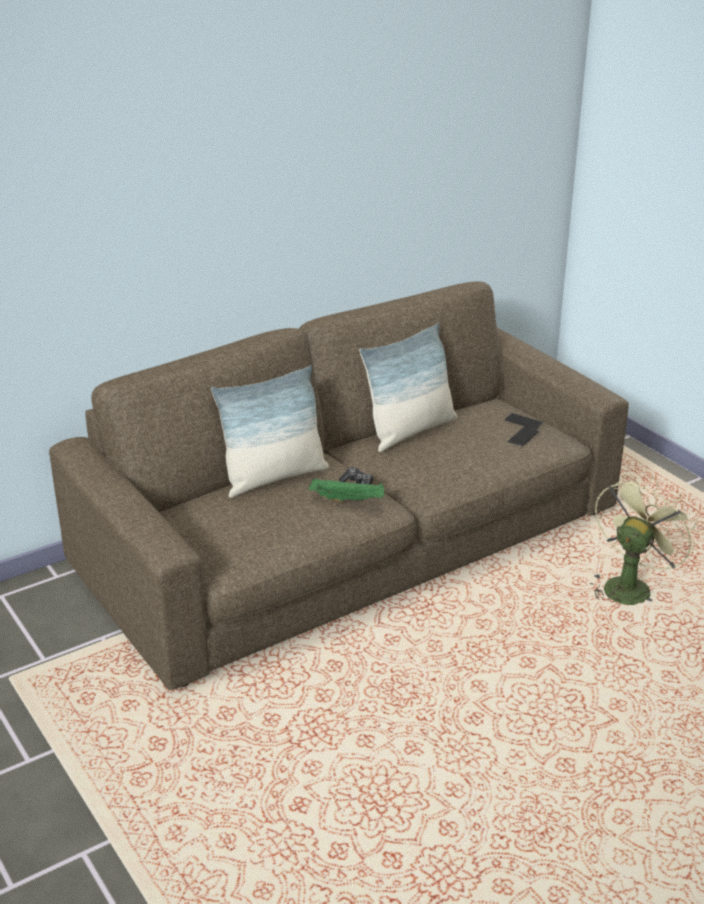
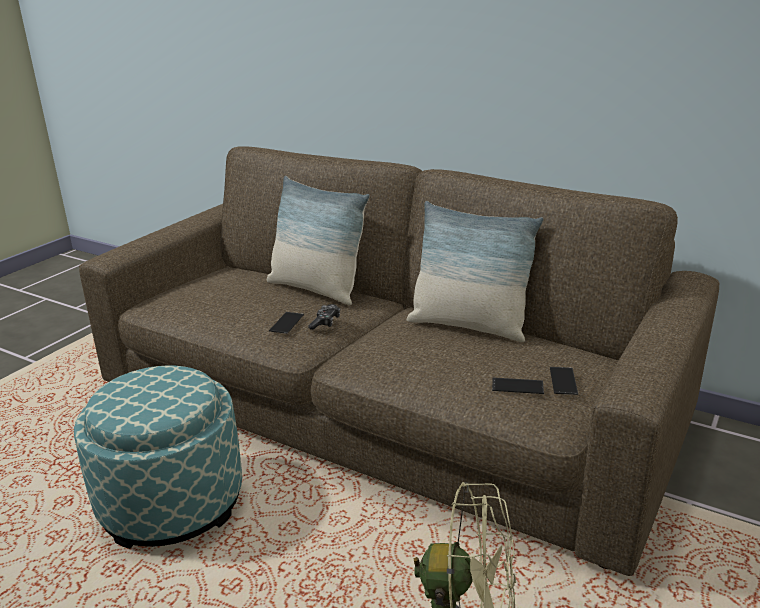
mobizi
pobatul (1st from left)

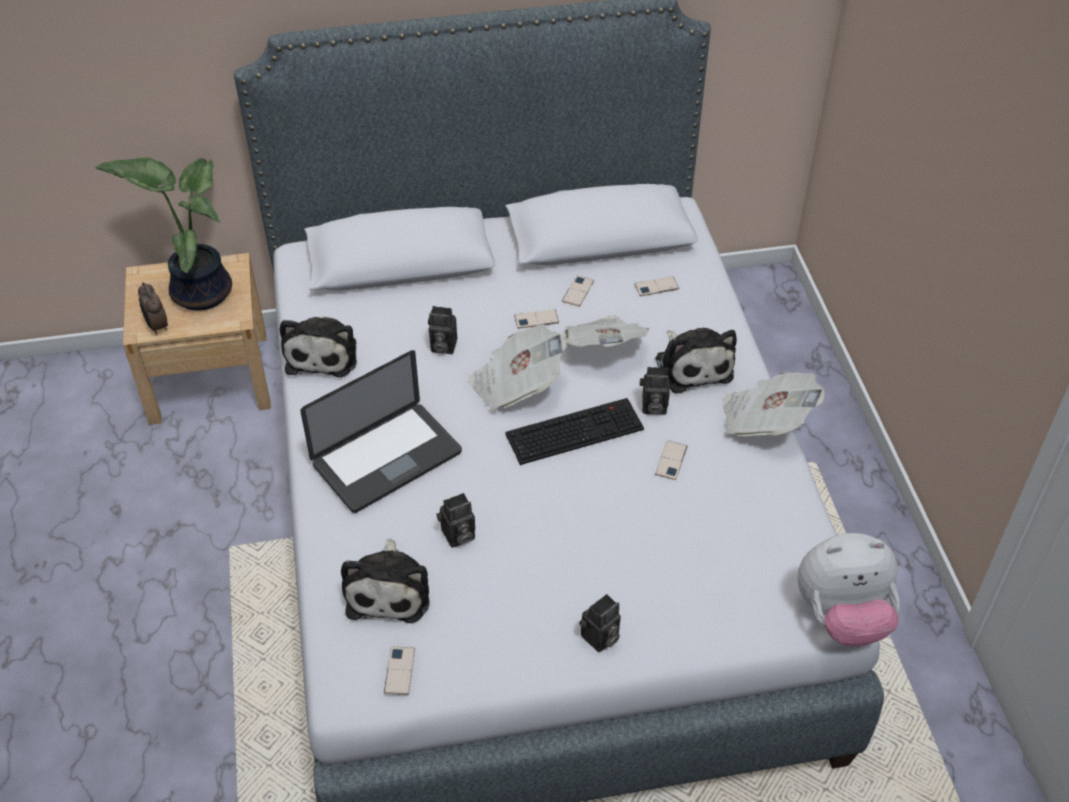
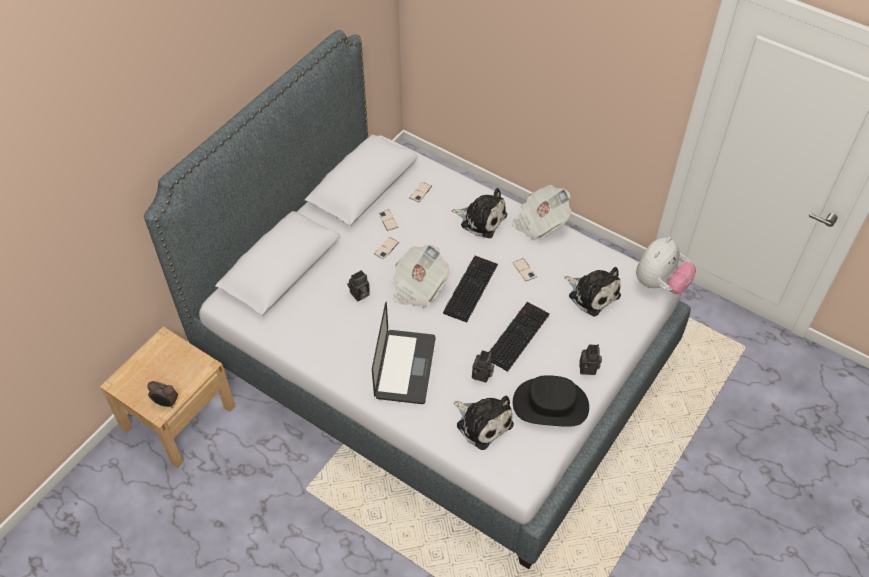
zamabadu
pobatul (1st from left in the first image)
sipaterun (2nd from left in the first image)
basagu (4th from left in the first image)
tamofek (2nd from left)
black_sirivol
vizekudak (3rd from left)

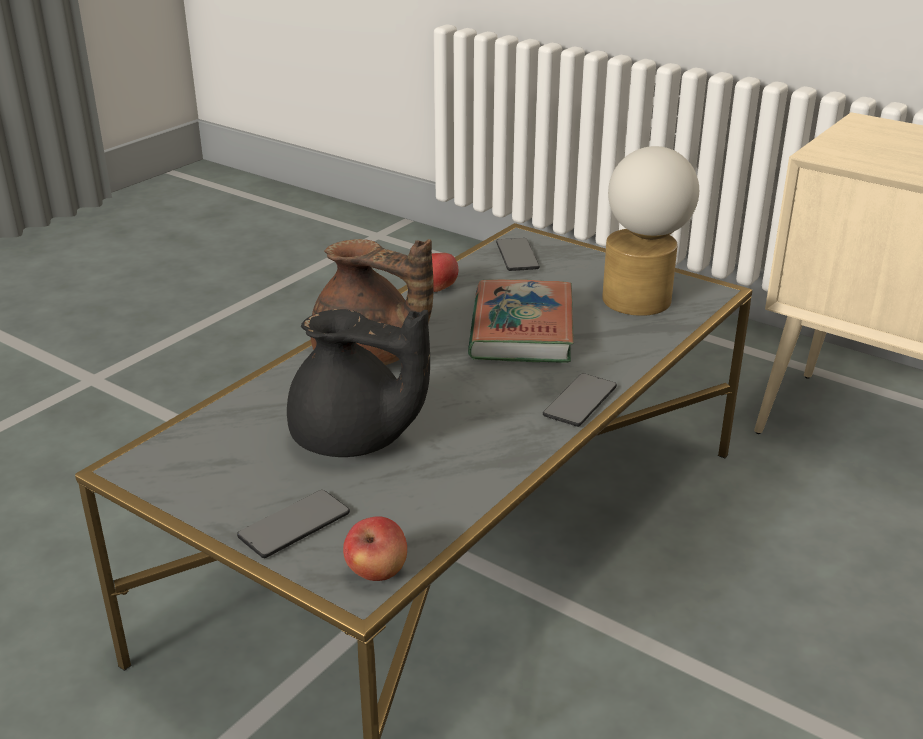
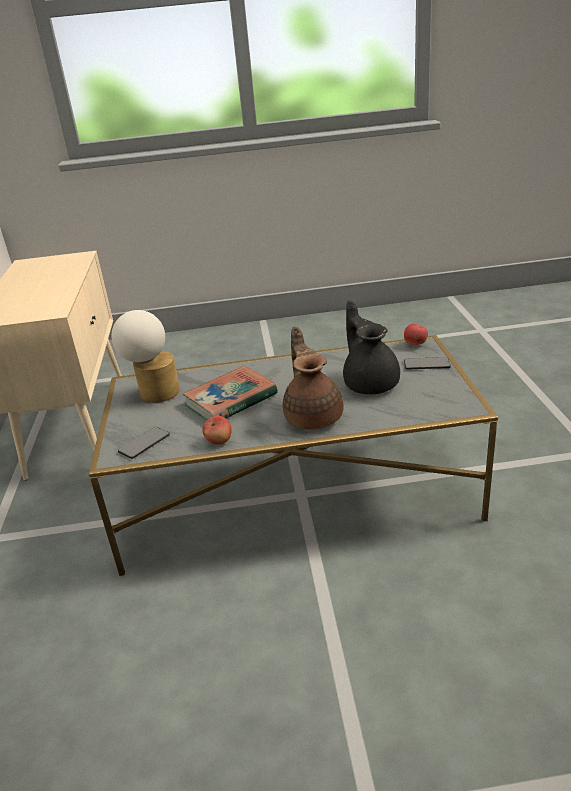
pobatul (3rd from left in the first image)

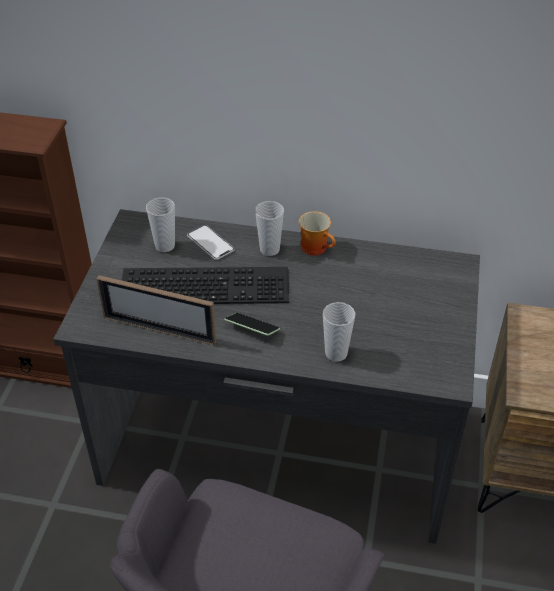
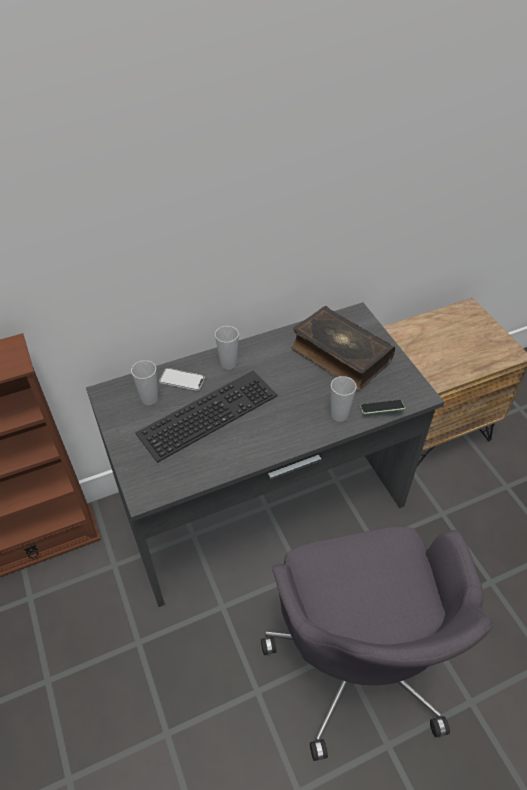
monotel
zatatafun
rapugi
pobatul (2nd from left)

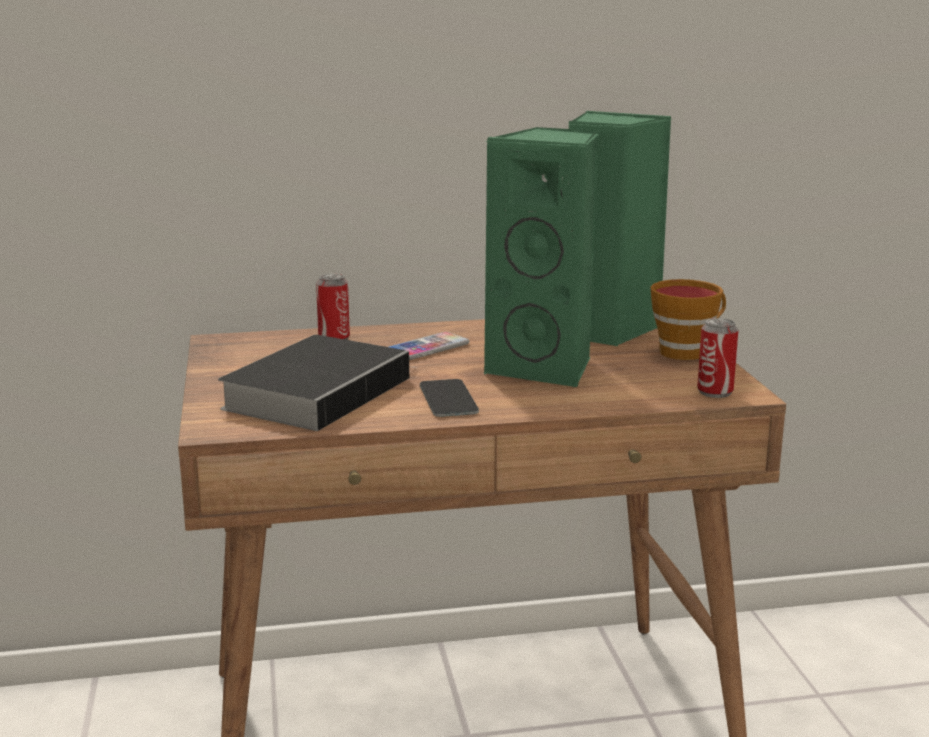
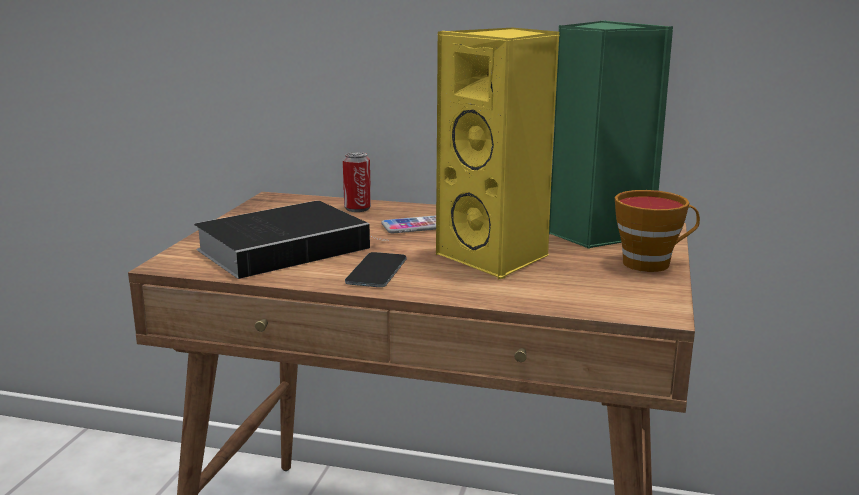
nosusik (2nd from left in the first image)
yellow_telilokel

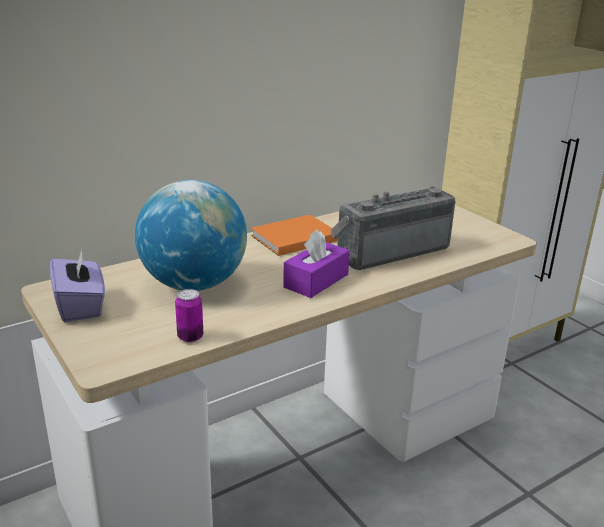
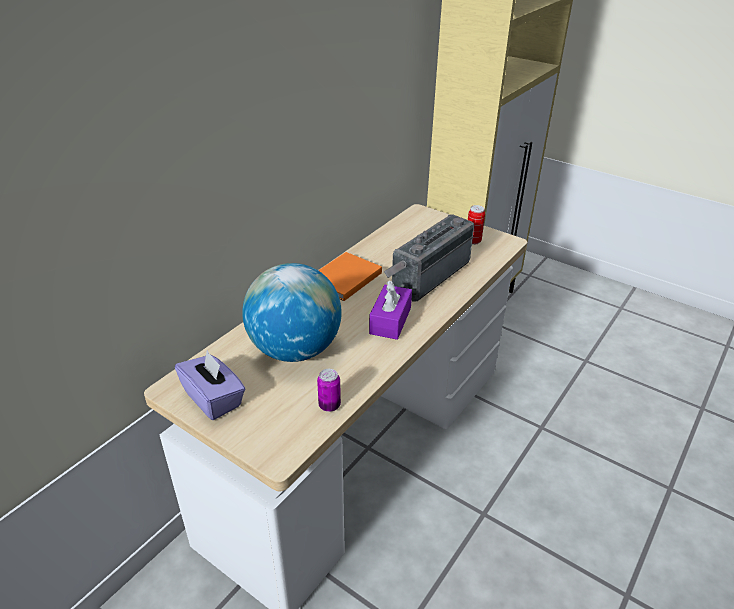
nosusik (2nd from left)

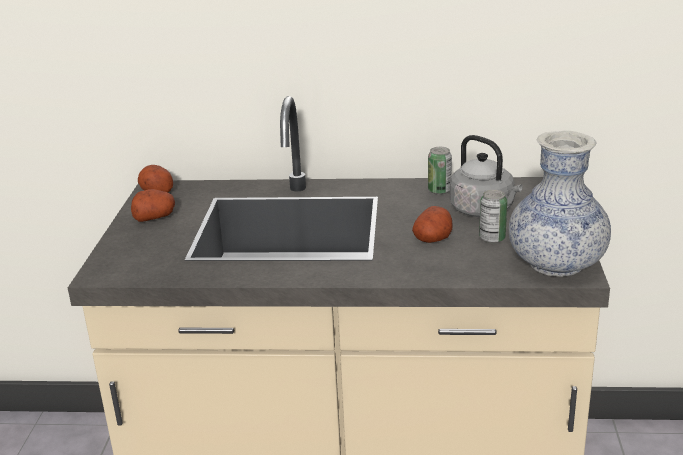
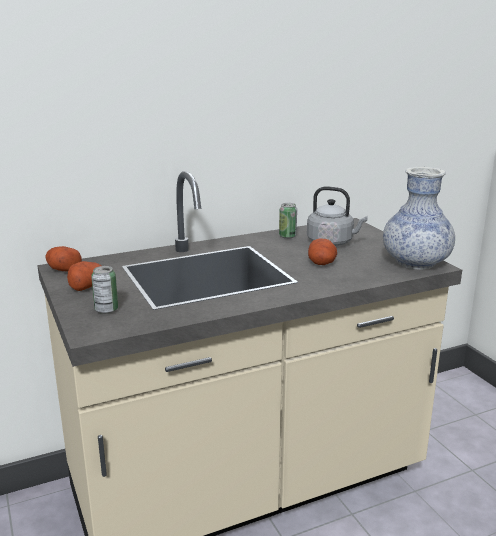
nosusik (1st from left)

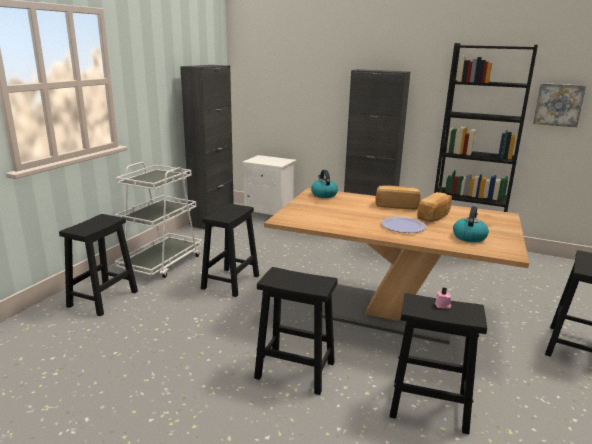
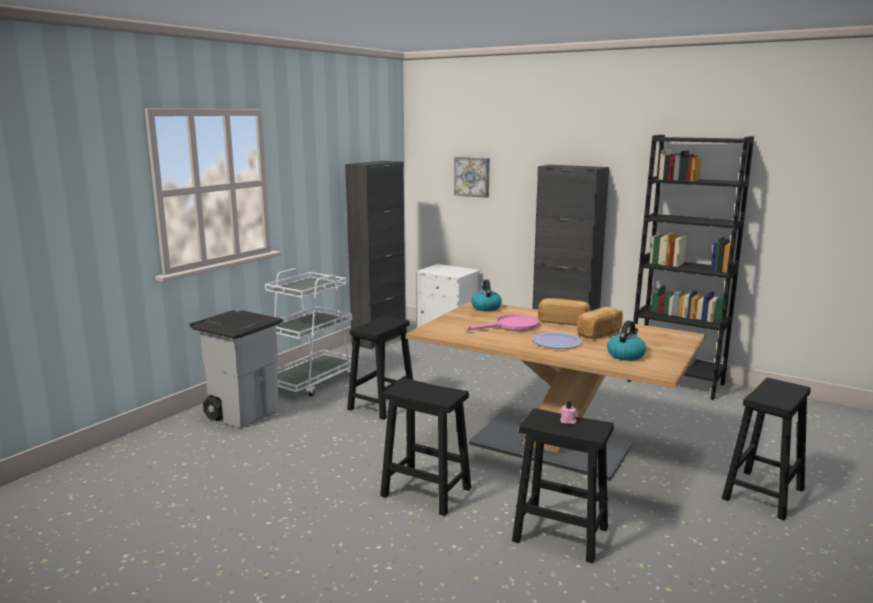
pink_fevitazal
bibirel
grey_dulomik

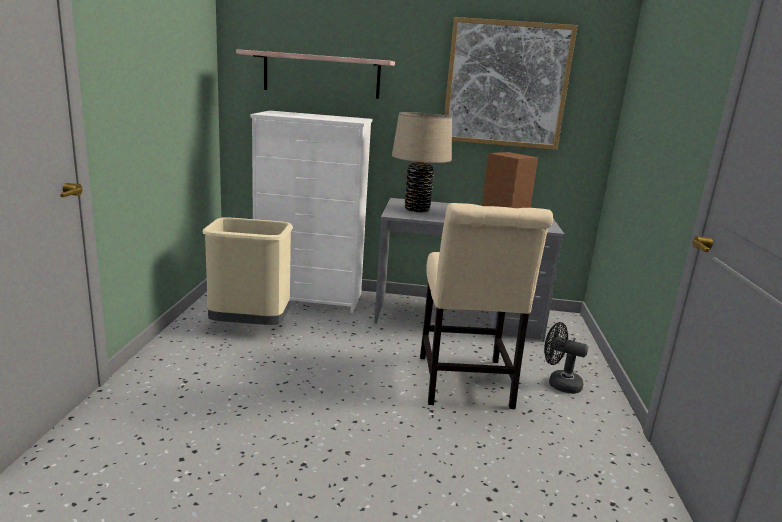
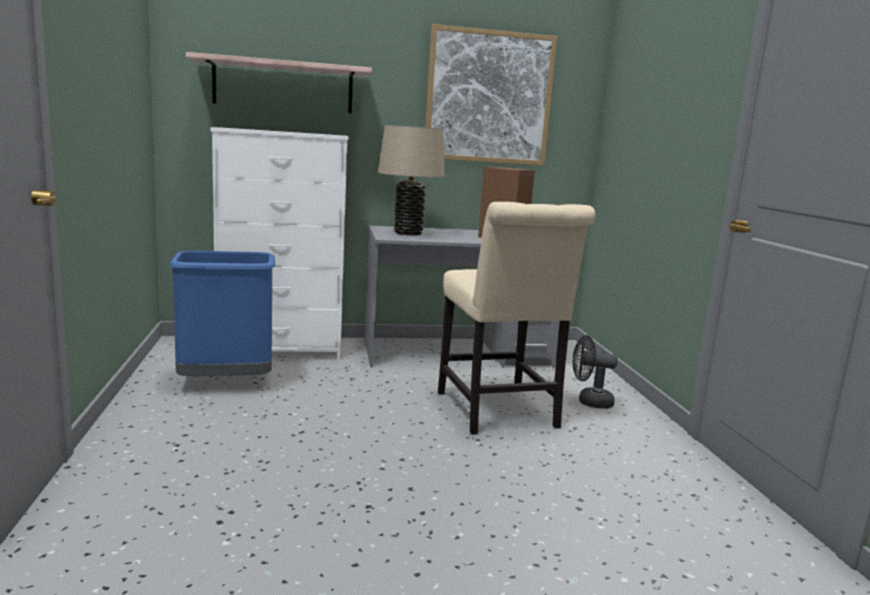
blue_dulomik

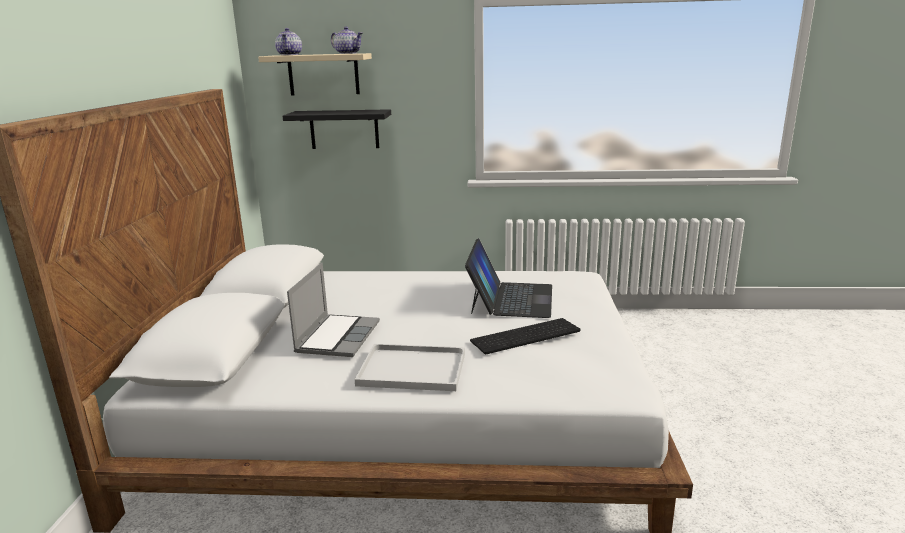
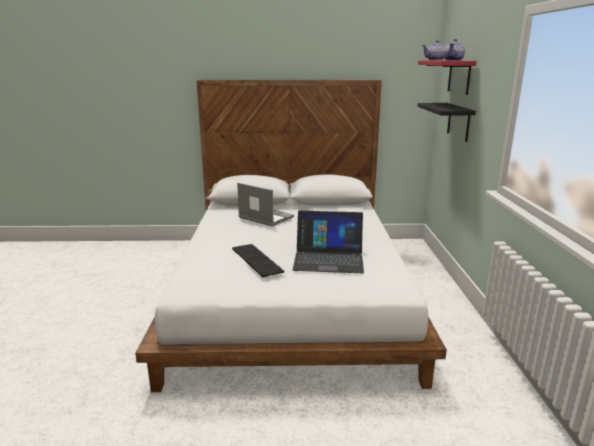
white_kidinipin
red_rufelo
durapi (1st from left)

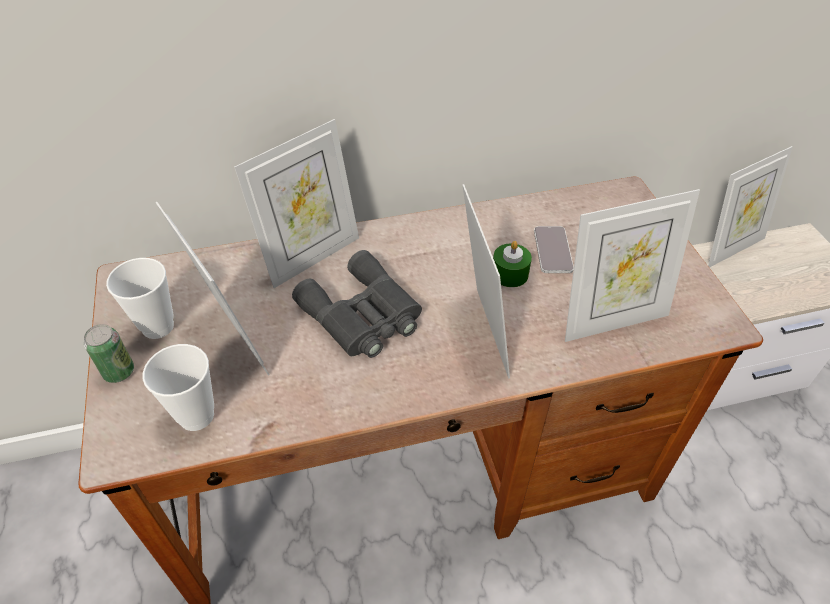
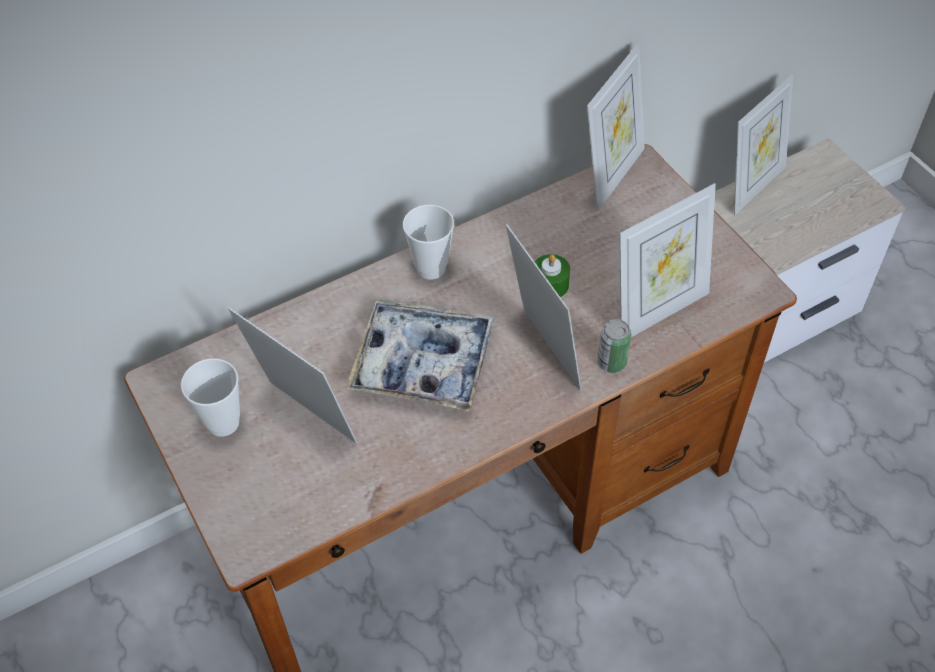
pobatul
nosusik
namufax (2nd from left)
monotel (3rd from left)
kidinipin

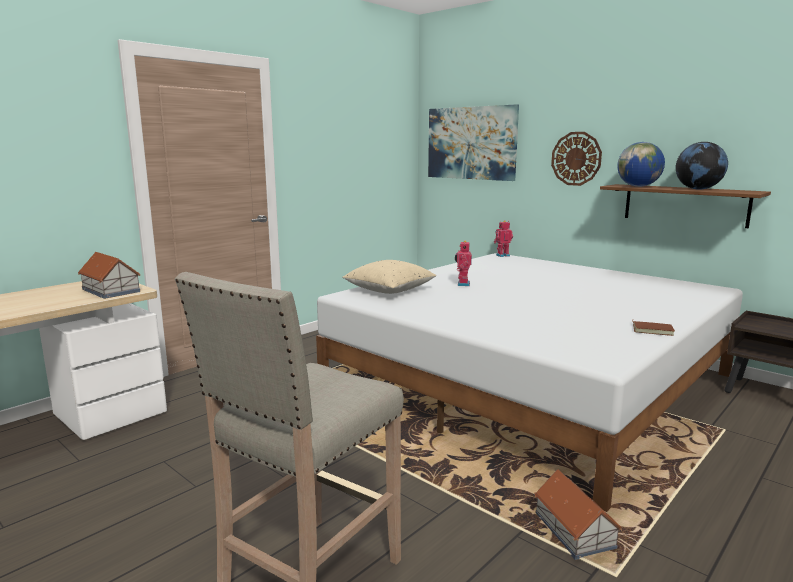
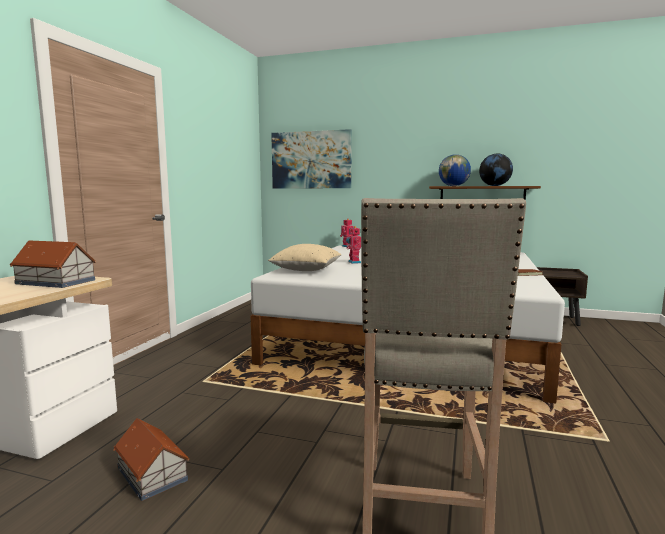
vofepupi
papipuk (2nd from left)

